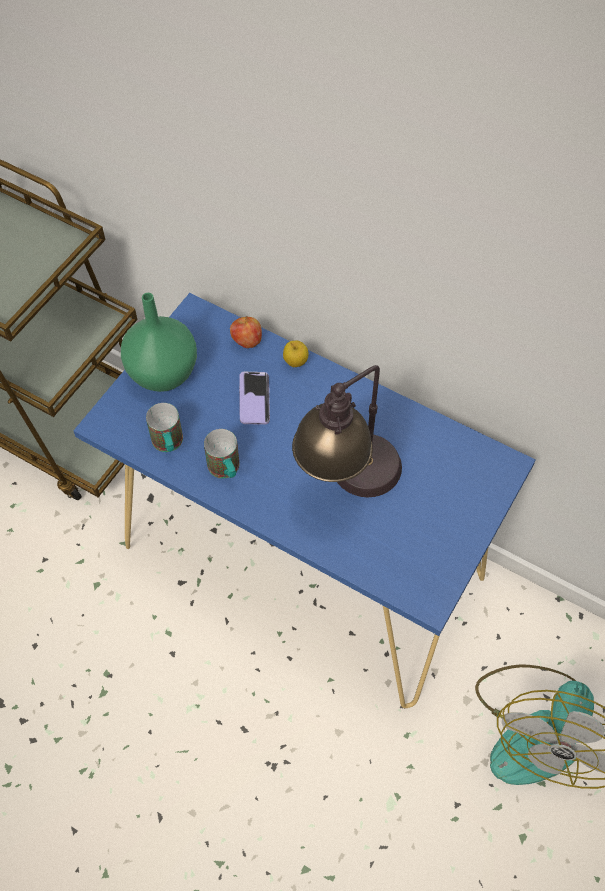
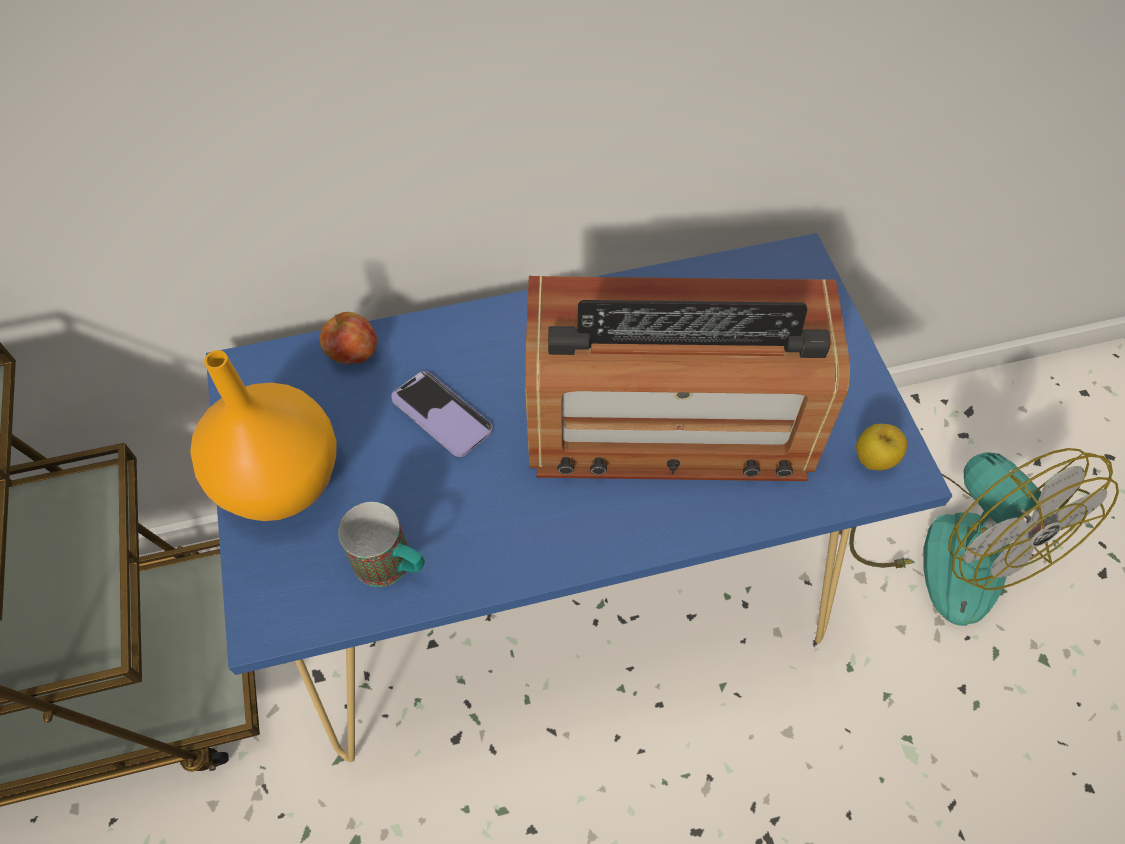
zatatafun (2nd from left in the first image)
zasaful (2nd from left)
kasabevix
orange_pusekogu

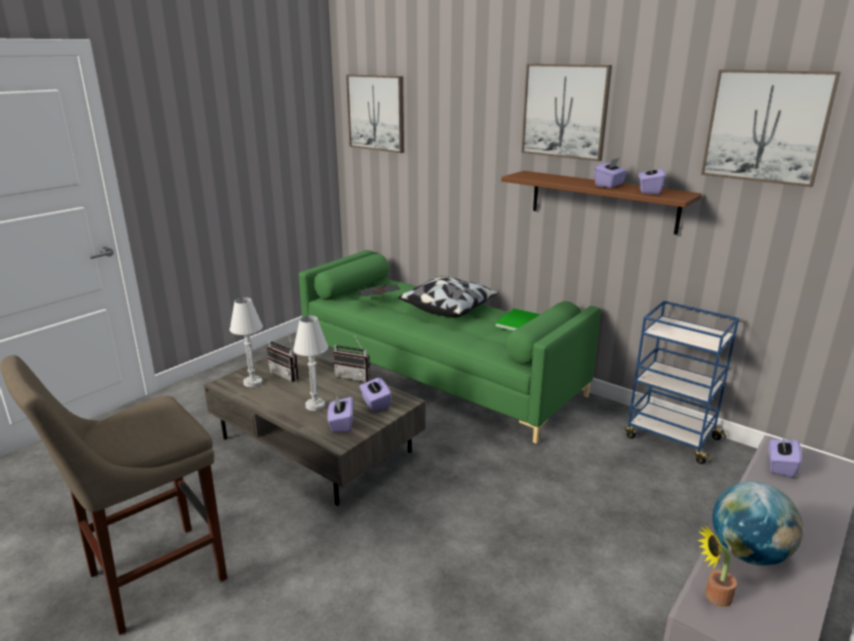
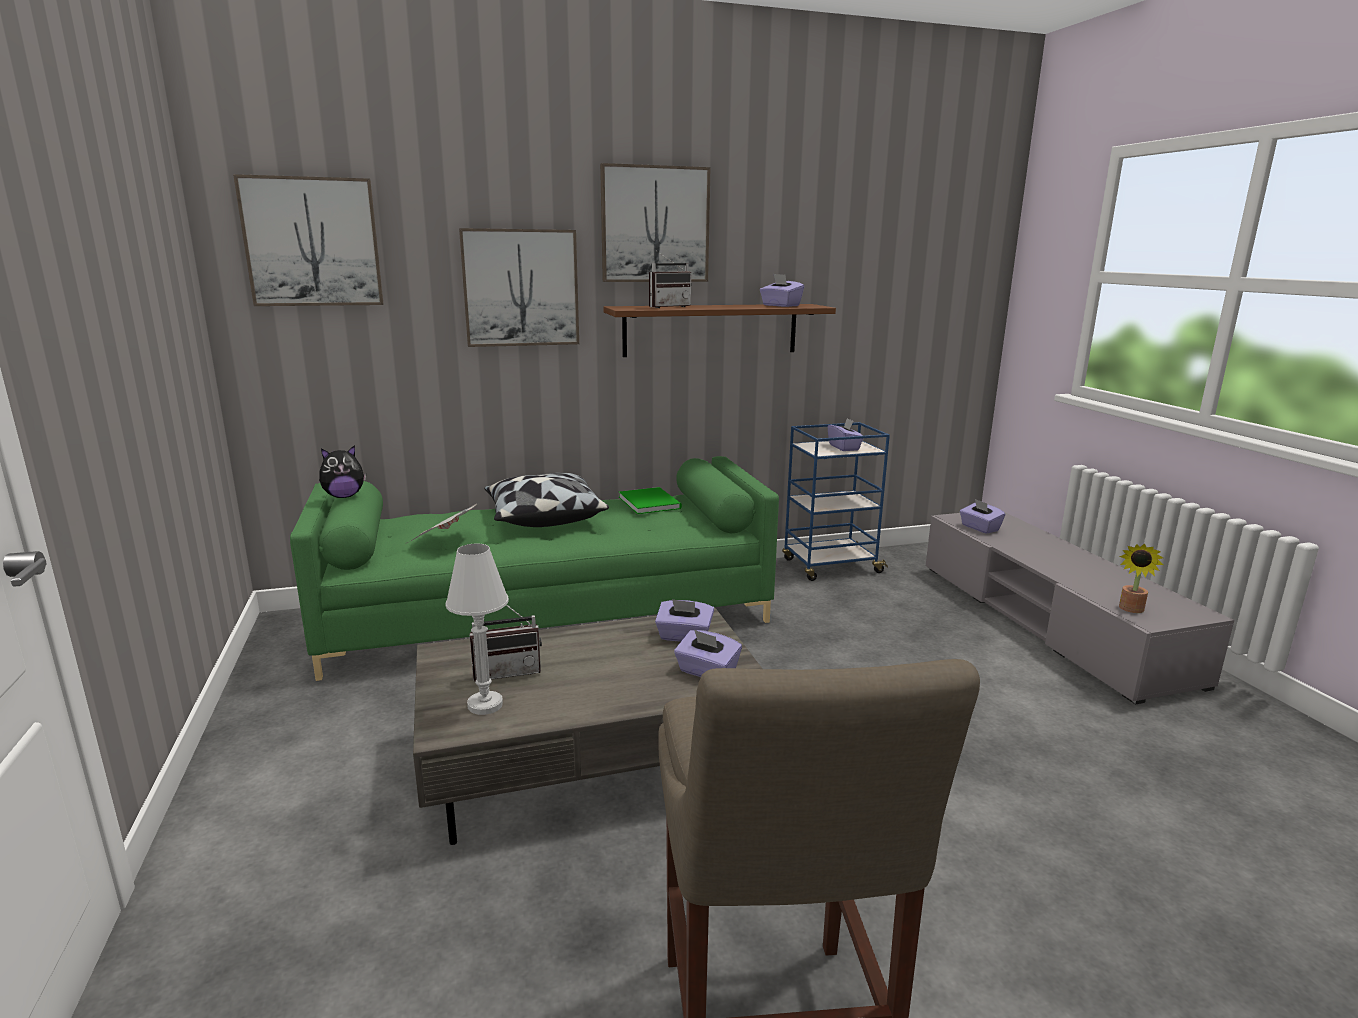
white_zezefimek (2nd from left in the first image)
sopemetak
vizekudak
kasabevix (2nd from left)
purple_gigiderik (4th from left)
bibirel (2nd from left)

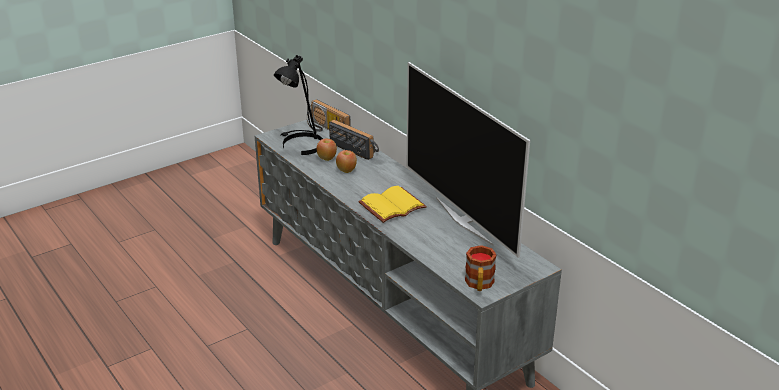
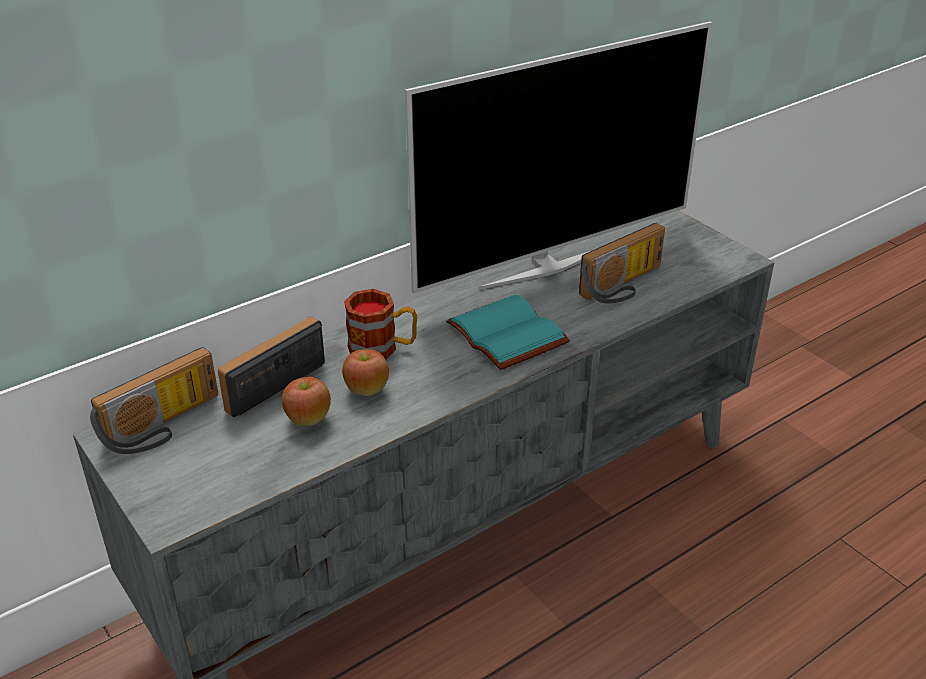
black_zezefimek
kasabevix (3rd from left)
zatatafun
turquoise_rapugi

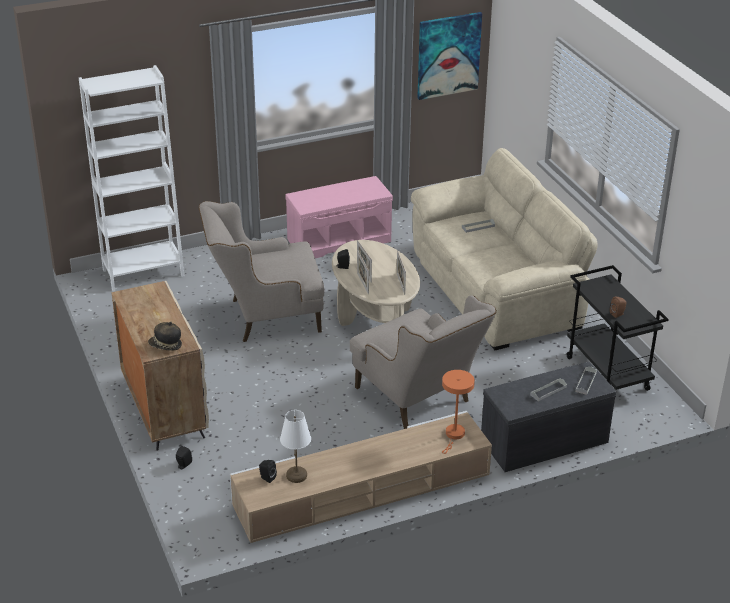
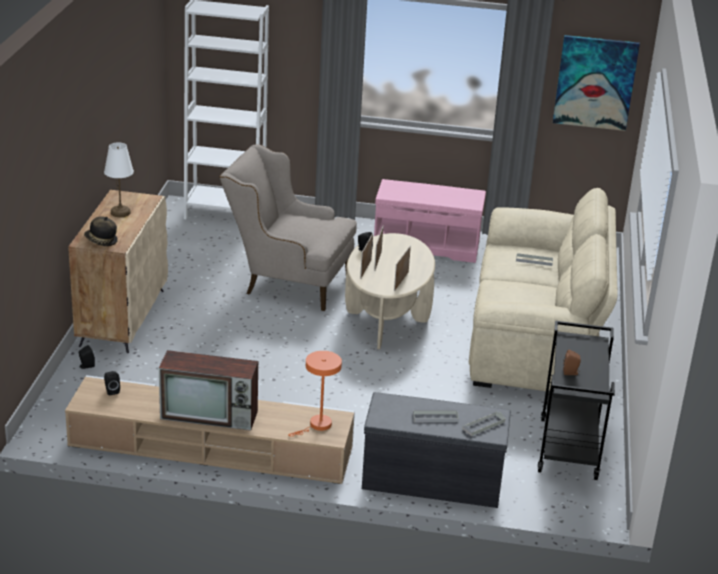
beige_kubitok (2nd from left in the first image)
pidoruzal
white_zezefimek

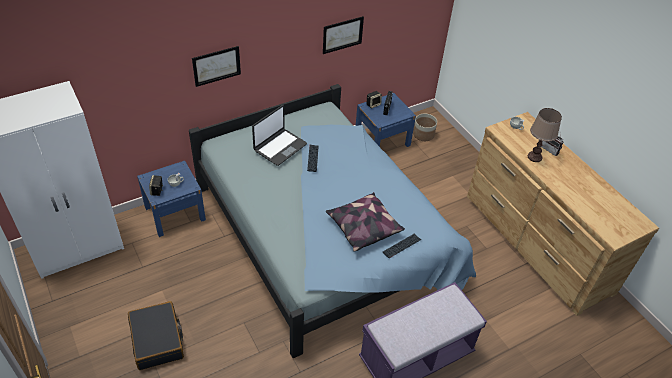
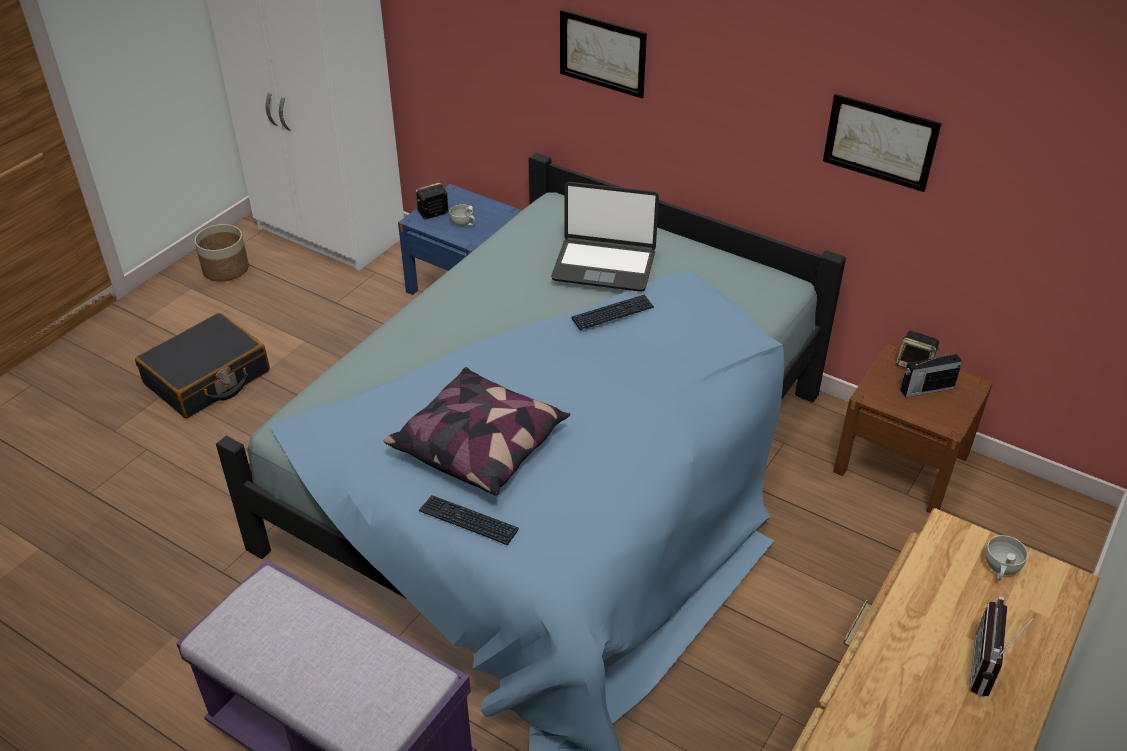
brown_zezefimek
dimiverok
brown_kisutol

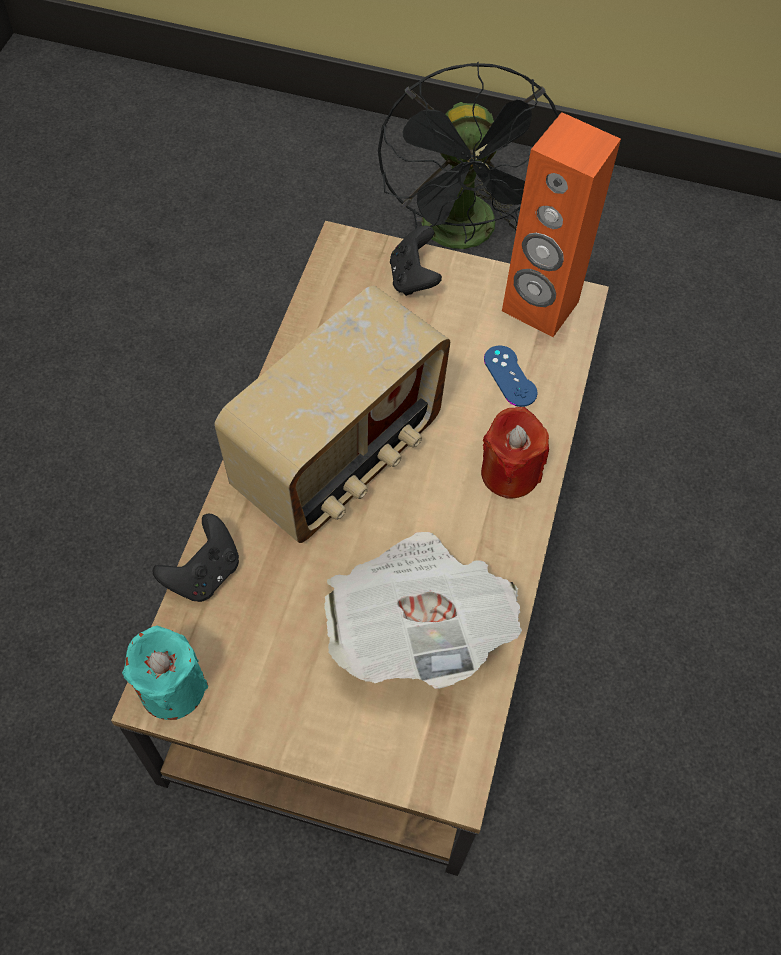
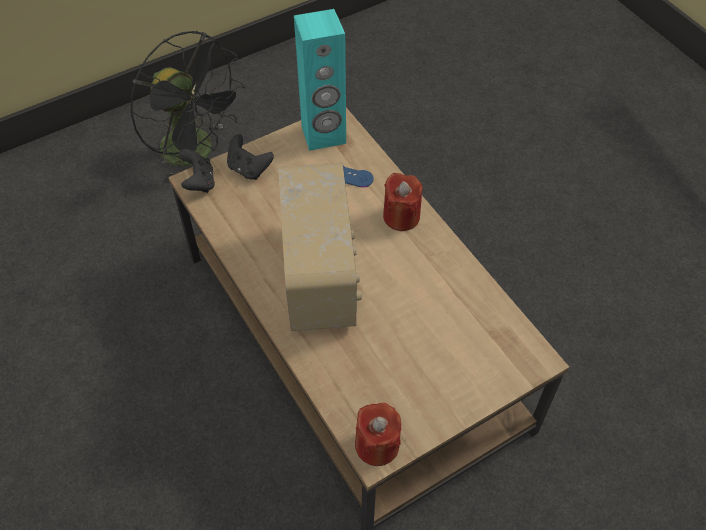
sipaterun
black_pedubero (1st from left)
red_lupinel (1st from left)
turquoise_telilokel

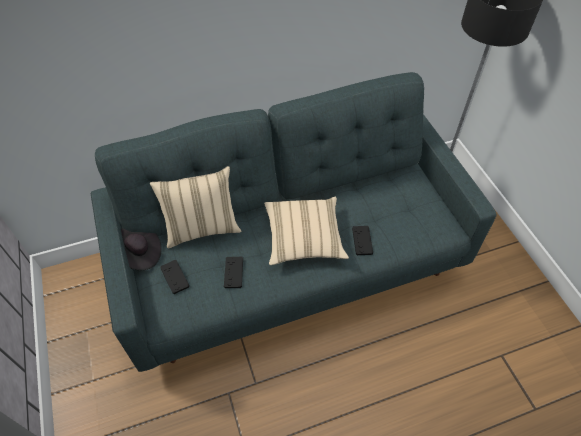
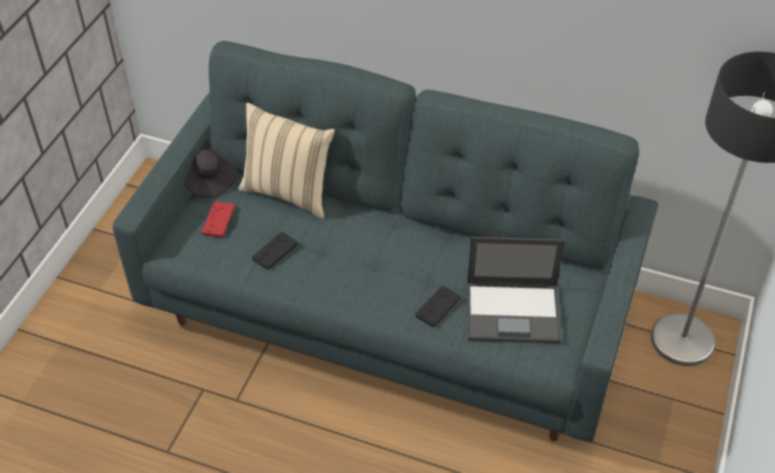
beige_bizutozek (2nd from left in the first image)
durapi
red_pedubero

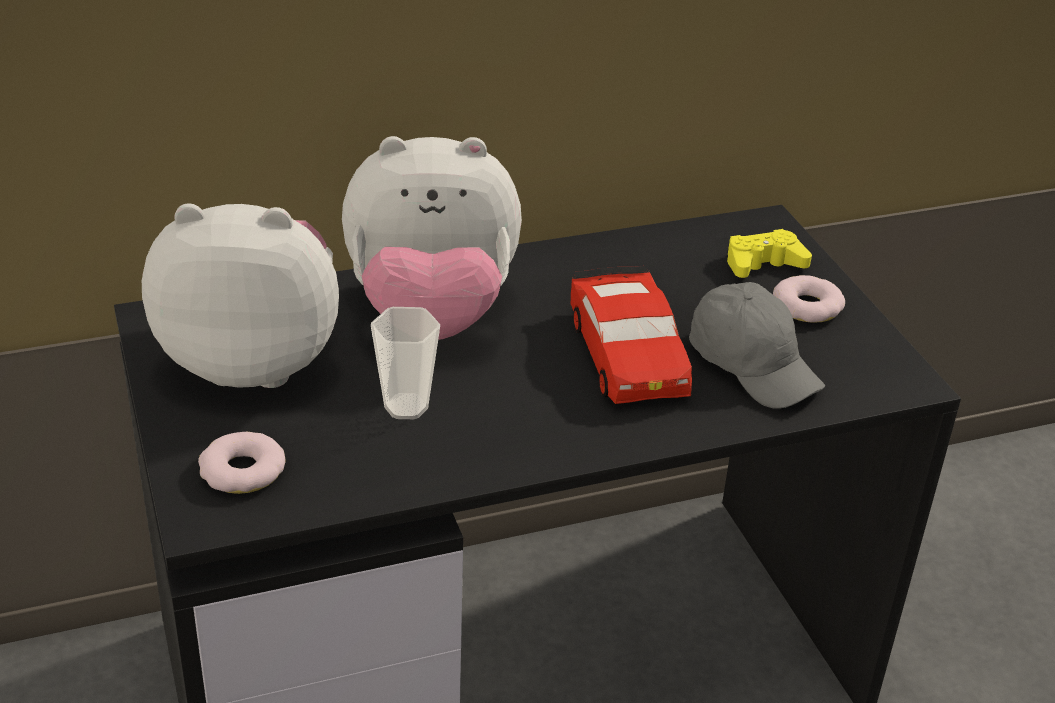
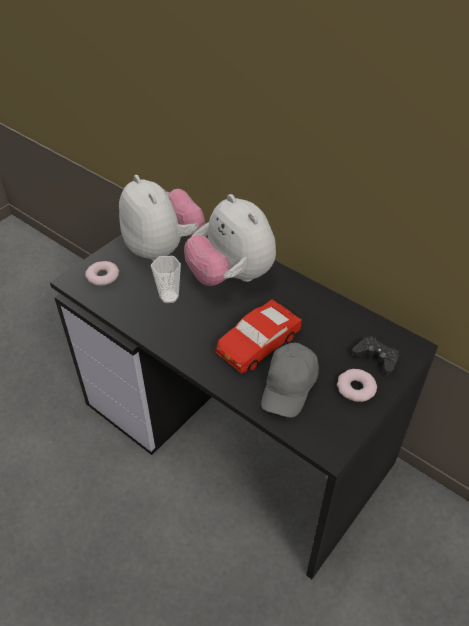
black_pedubero

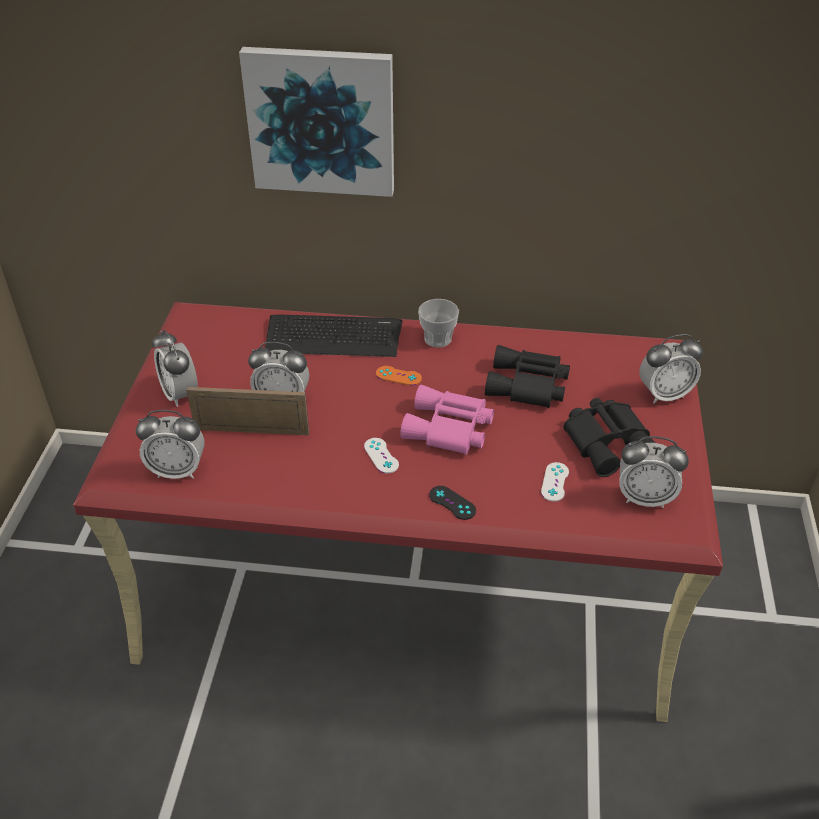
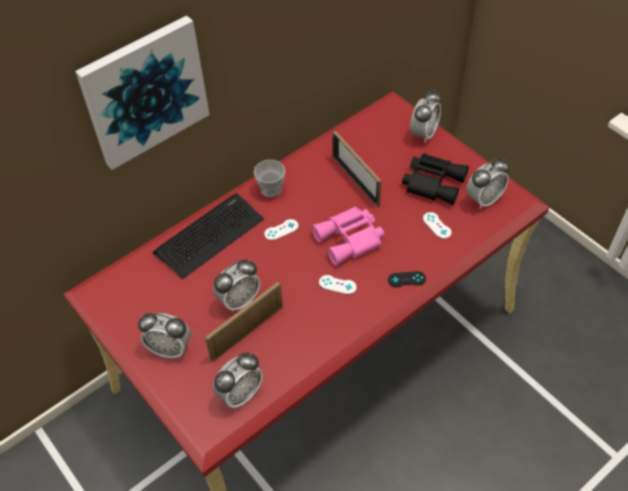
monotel (2nd from left)
white_pedubero (1st from left)

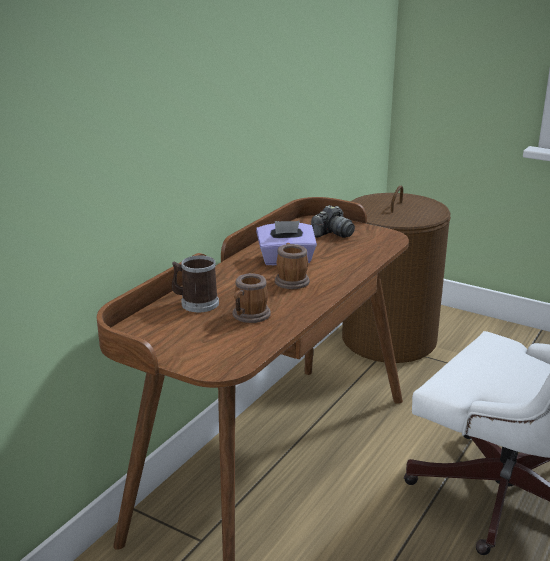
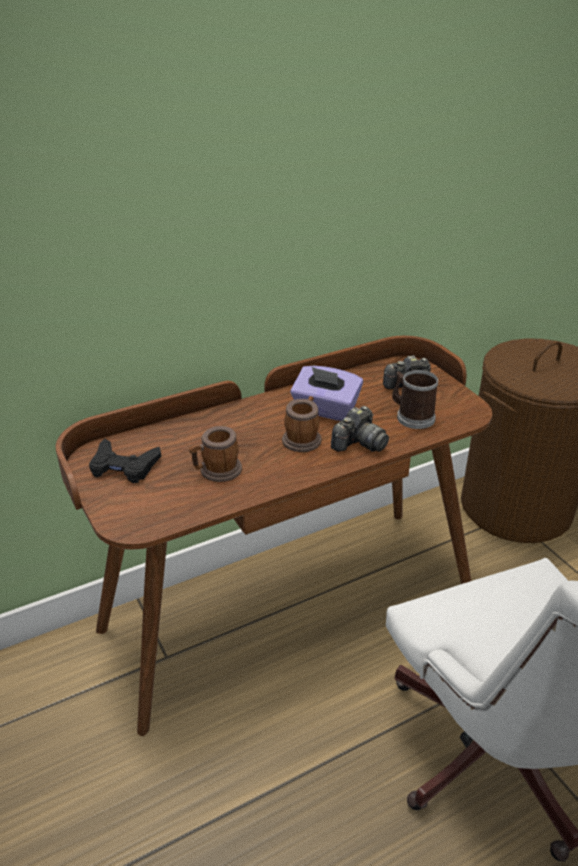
black_pedubero
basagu (1st from left)
zatatafun (3rd from left)

